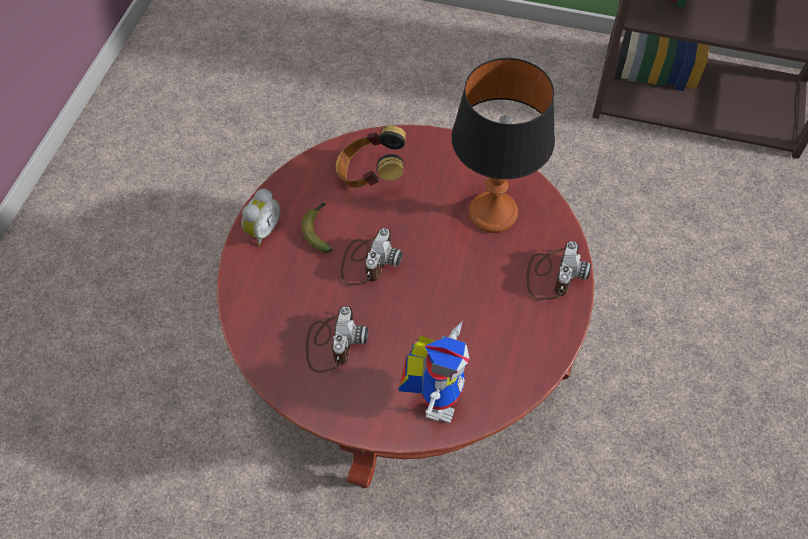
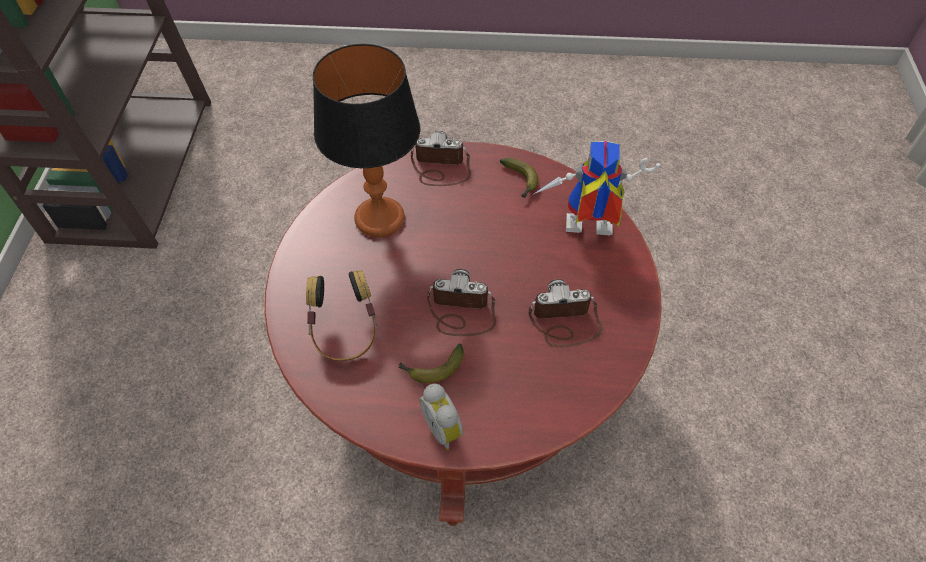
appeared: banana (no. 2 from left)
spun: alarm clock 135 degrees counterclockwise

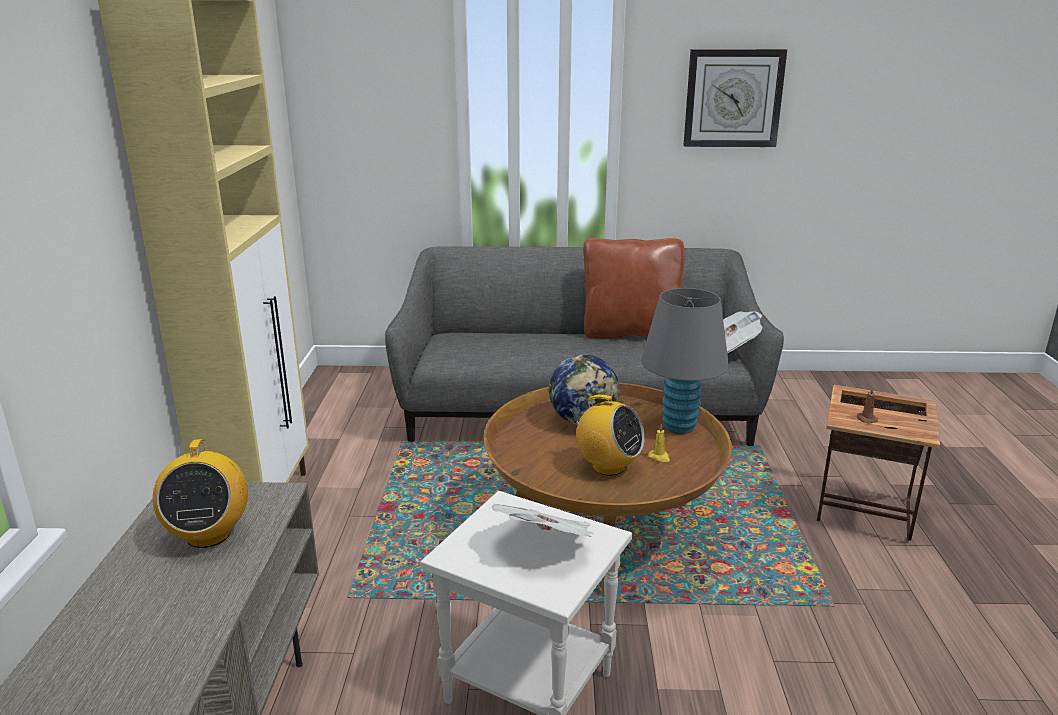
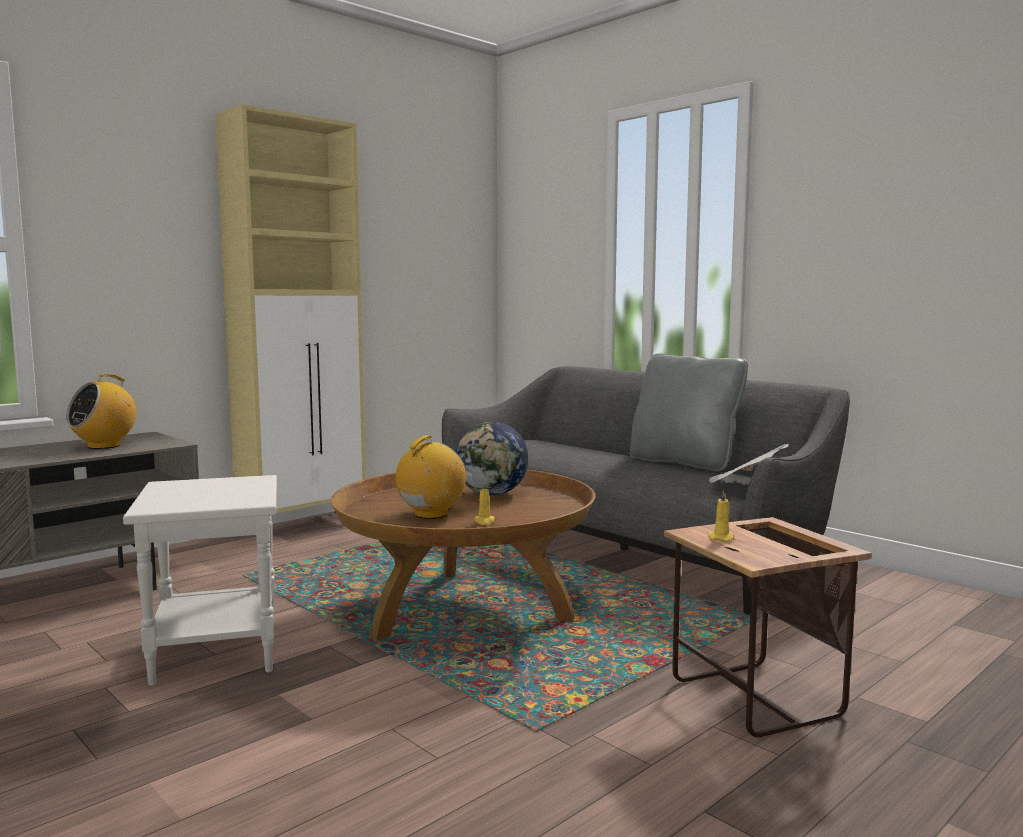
missing: wall clock; grey table lamp; newspaper (no. 1 from left)
colour: brown pillow to grey pillow; brown candle to yellow candle (no. 2 from left)
spun: radio (no. 2 from left) 135 degrees counterclockwise

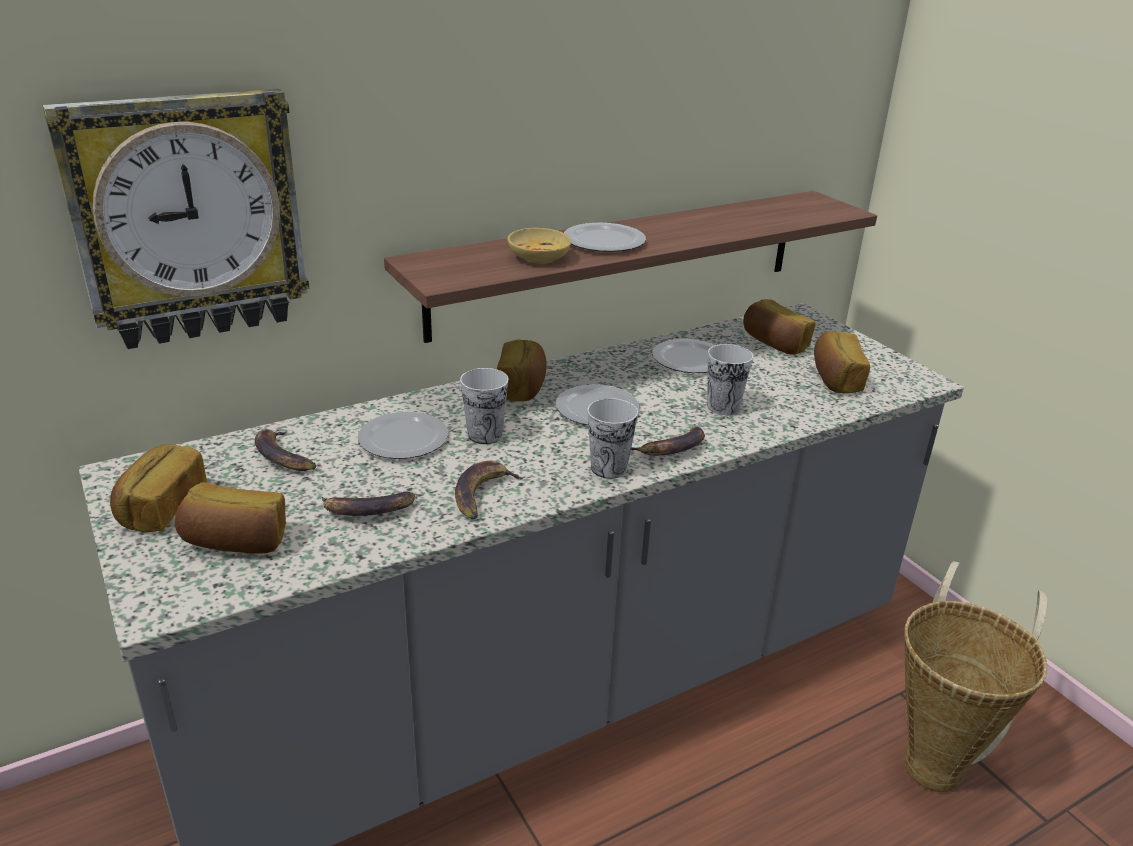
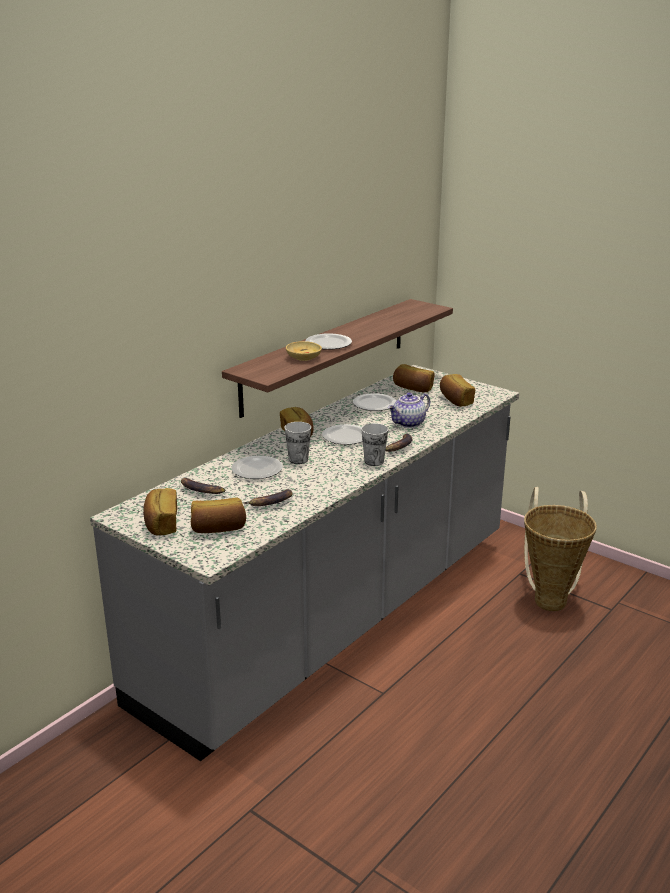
missing: wall clock; banana (no. 3 from left)
exchanged: cup (no. 3 from left) to teapot

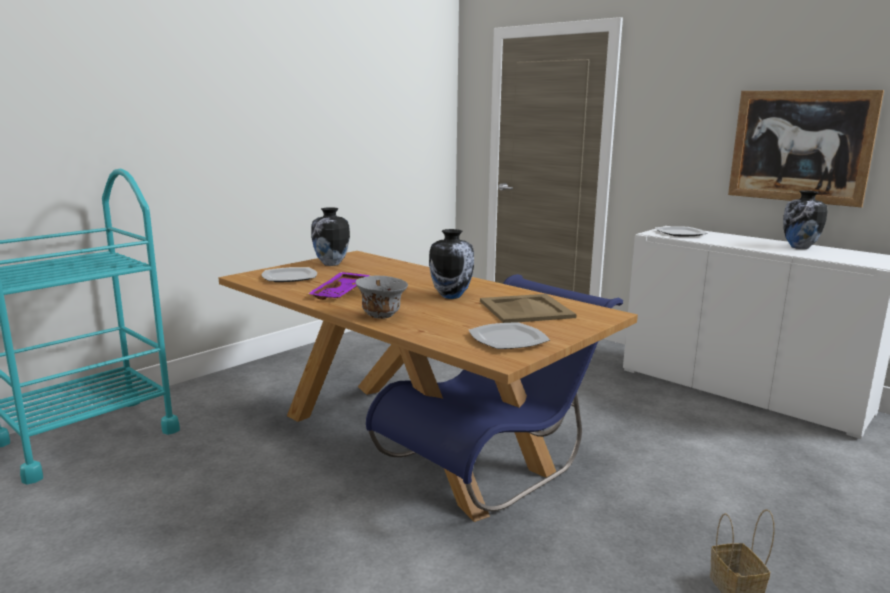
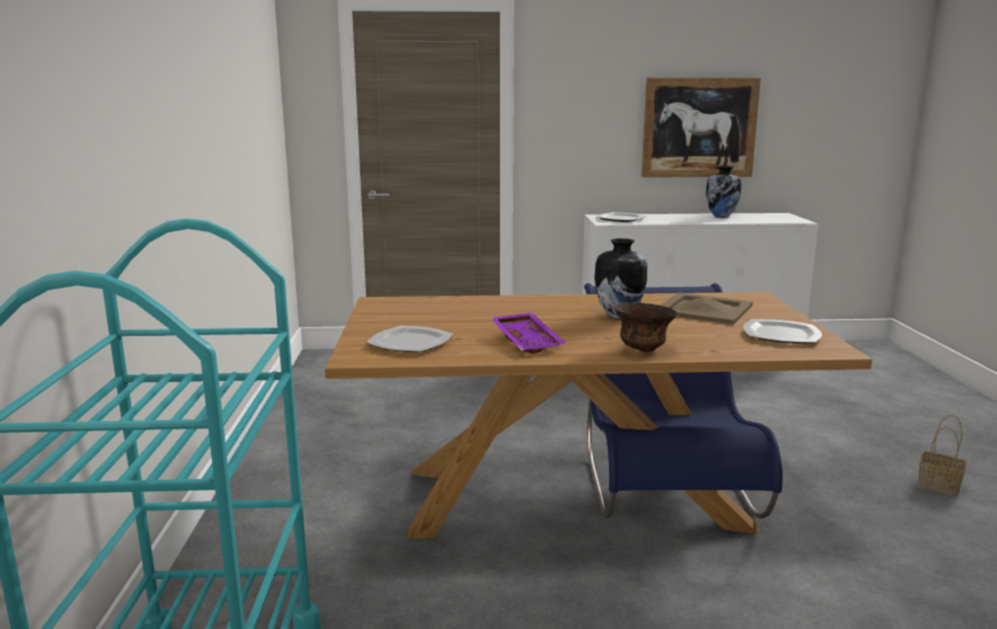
missing: vase (no. 1 from left)
colour: grey bowl to brown bowl

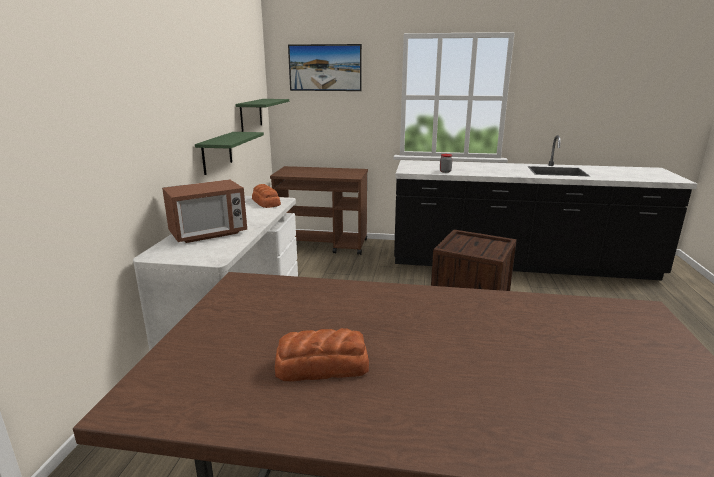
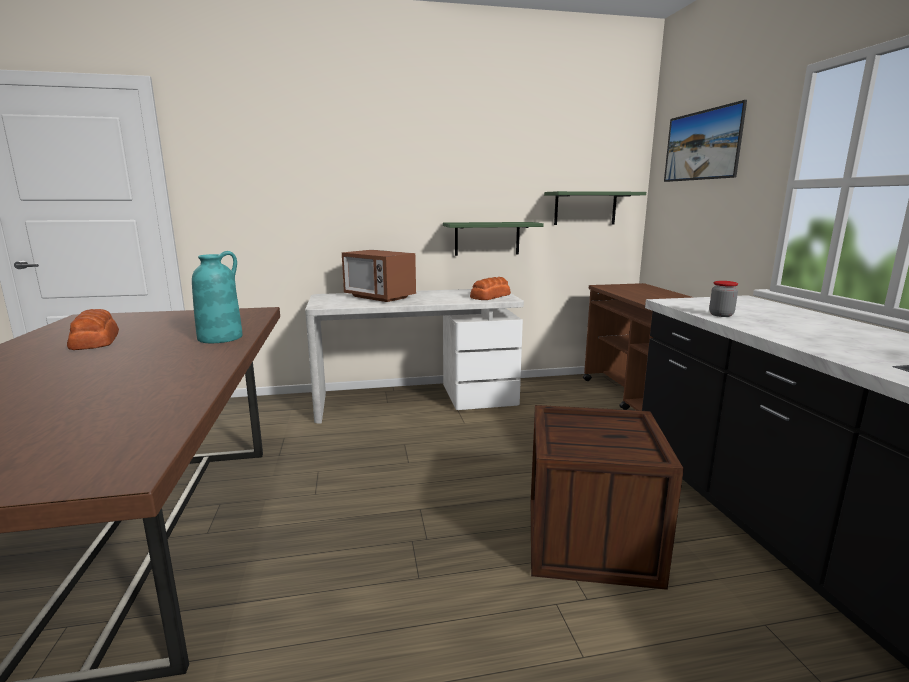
appeared: turquoise vase

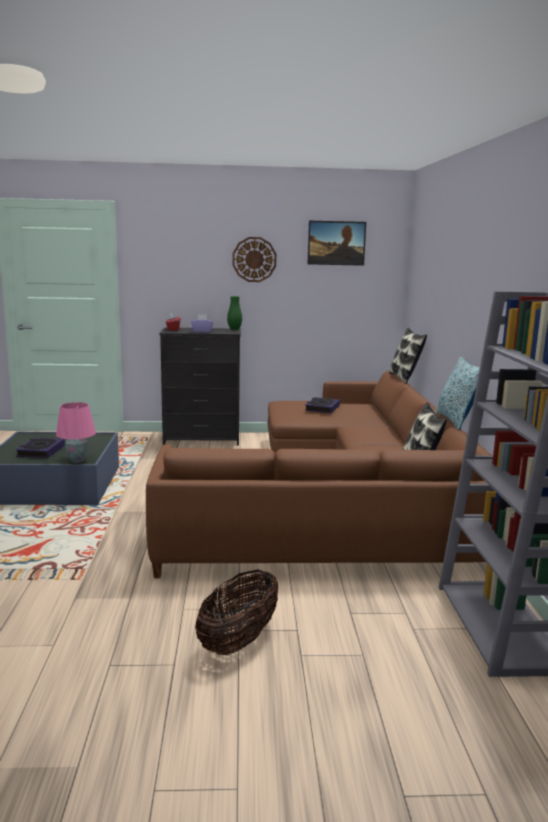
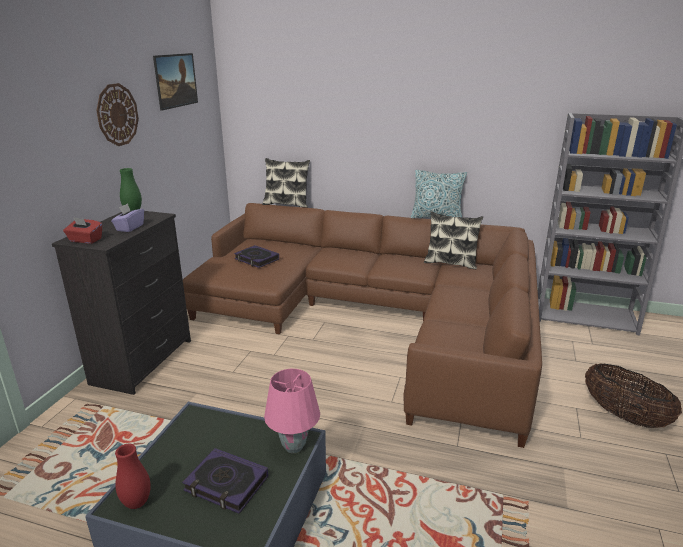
appeared: red vase

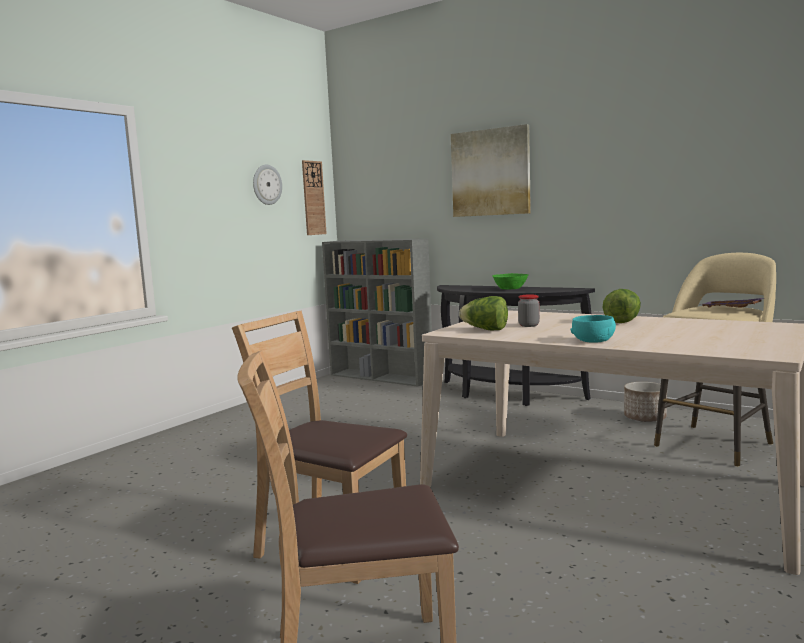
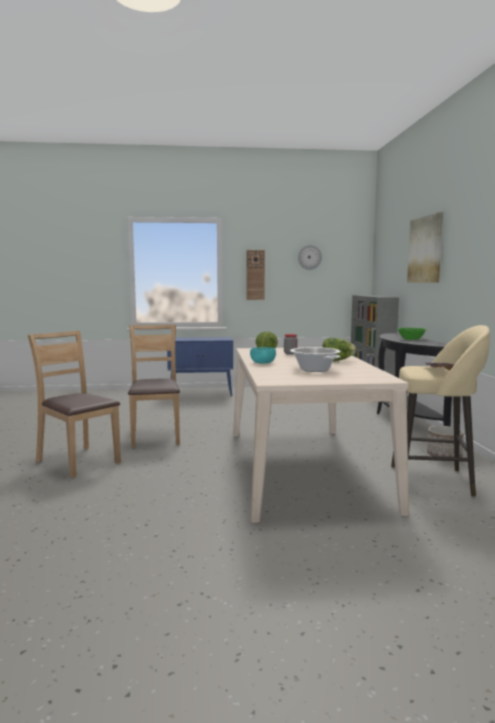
appeared: blue cabinet; cooking pot
relocated: wall clock (no. 2 from left in the first image) to wall clock (no. 1 from left)

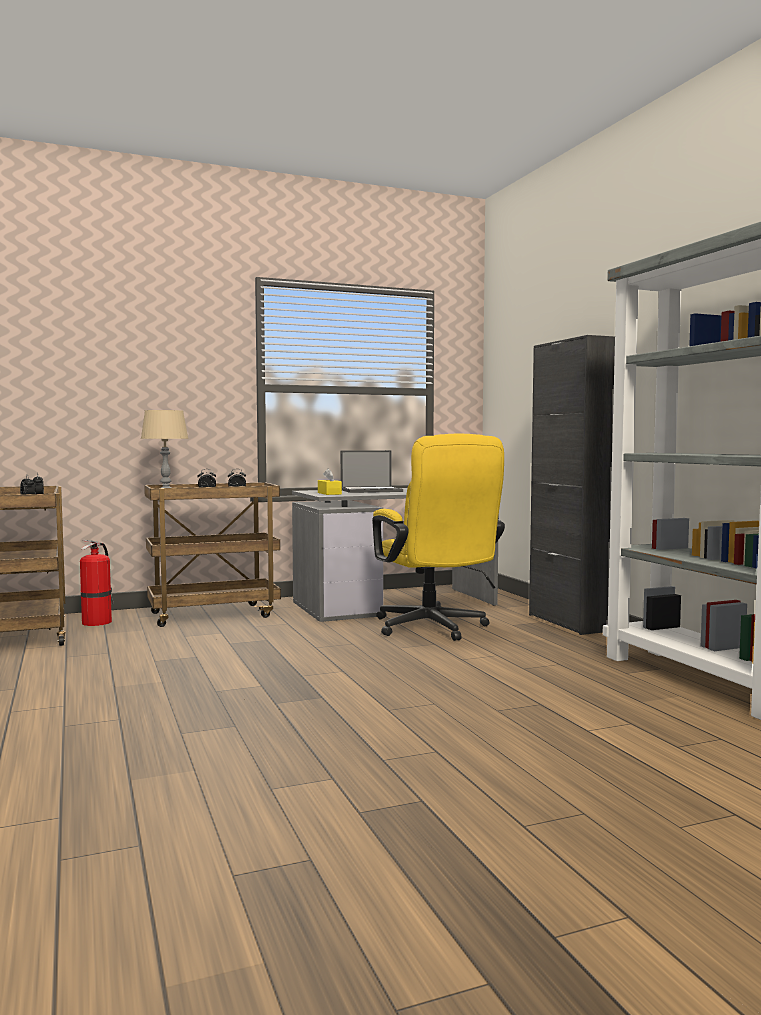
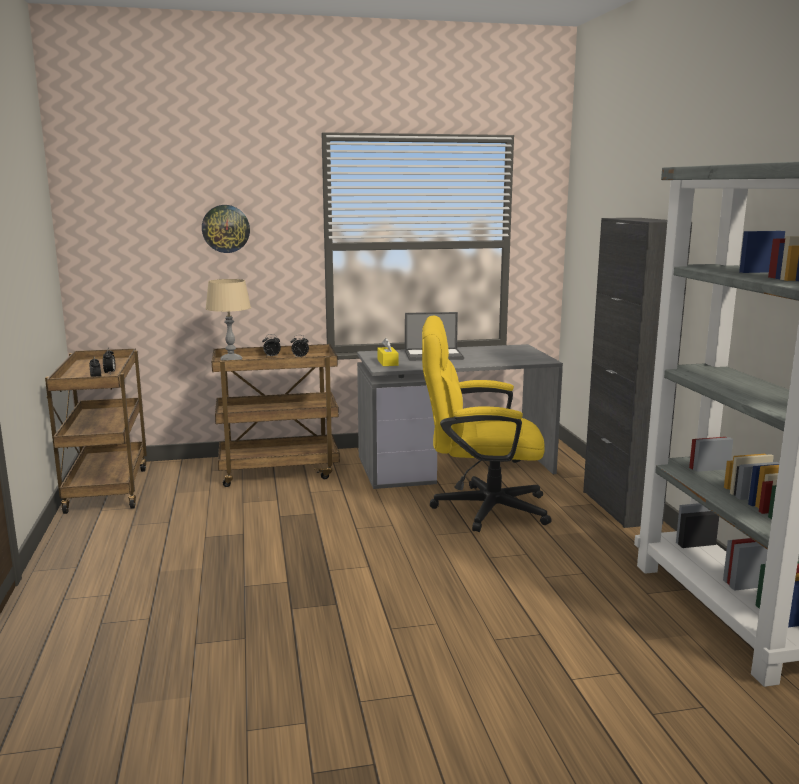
missing: fire extinguisher
appeared: wall clock
spun: yellow office chair 105 degrees clockwise

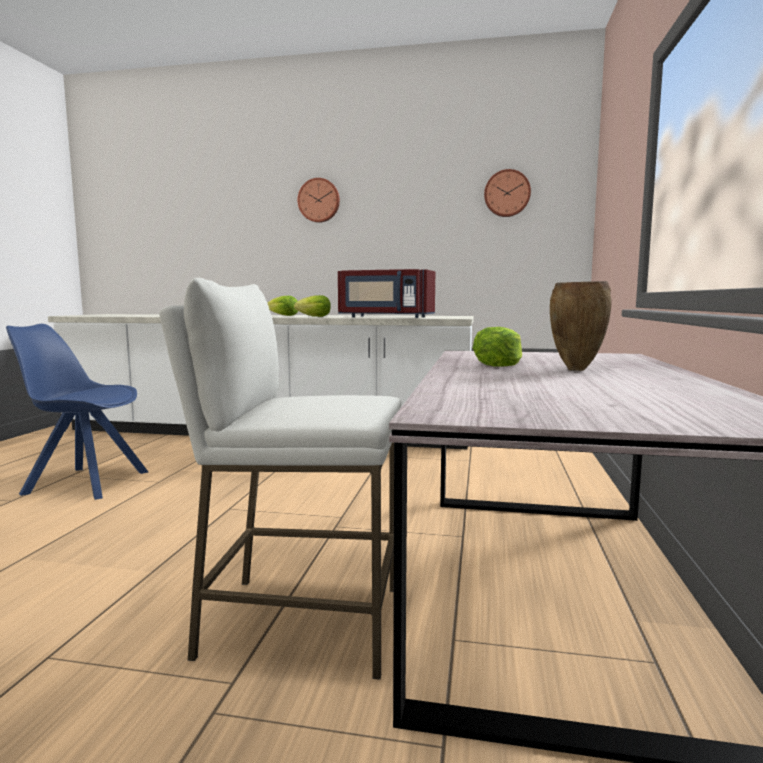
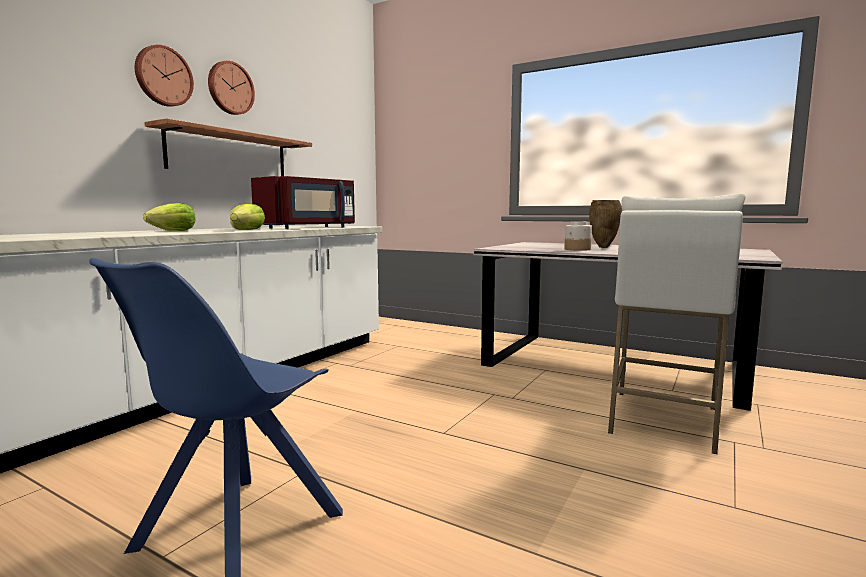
appeared: shelf
relocated: wall clock (no. 2 from left)
exchanged: lettuce (no. 3 from left) to jar

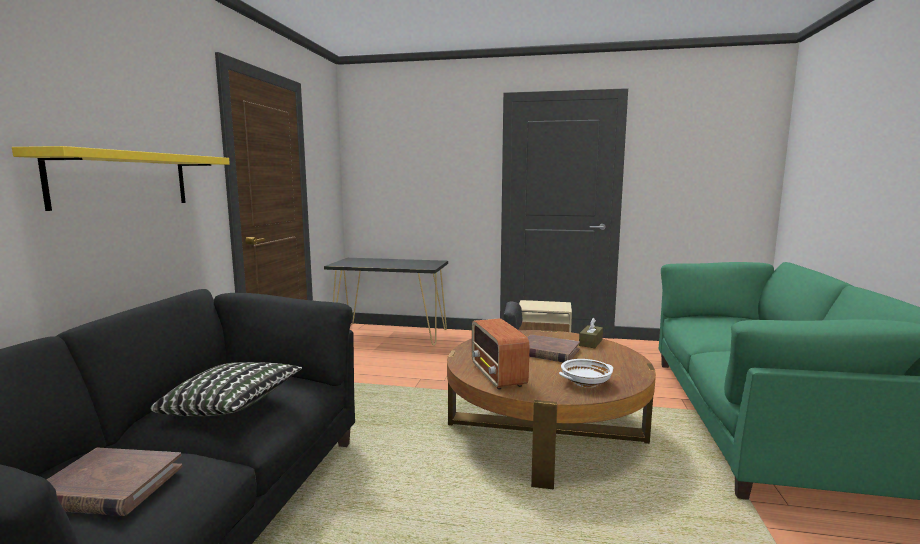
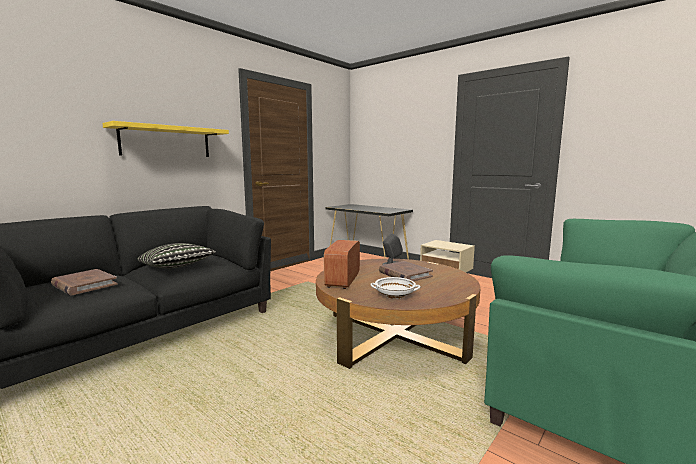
missing: brown tissue box

